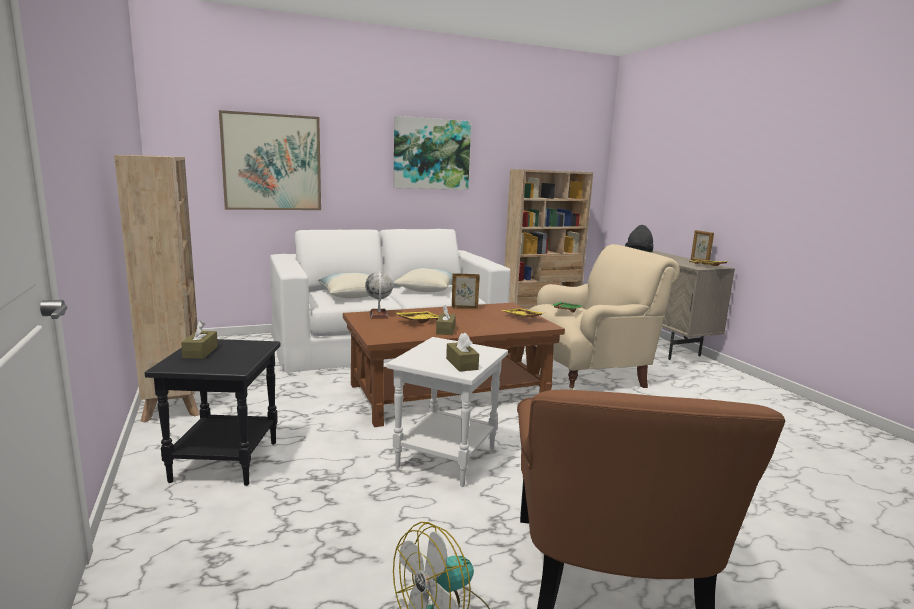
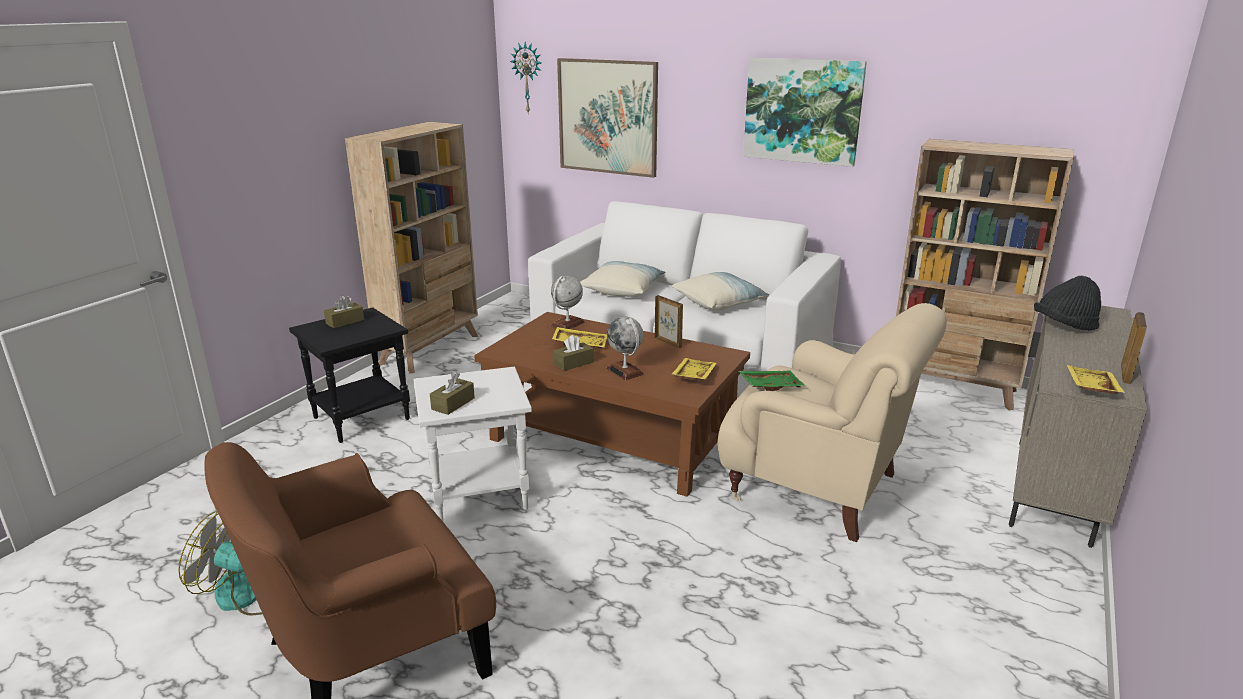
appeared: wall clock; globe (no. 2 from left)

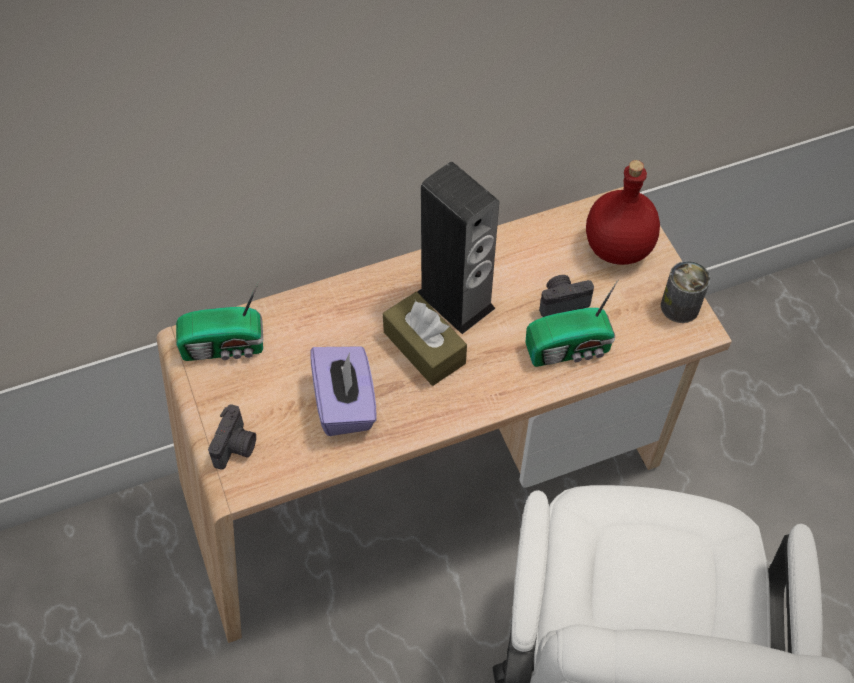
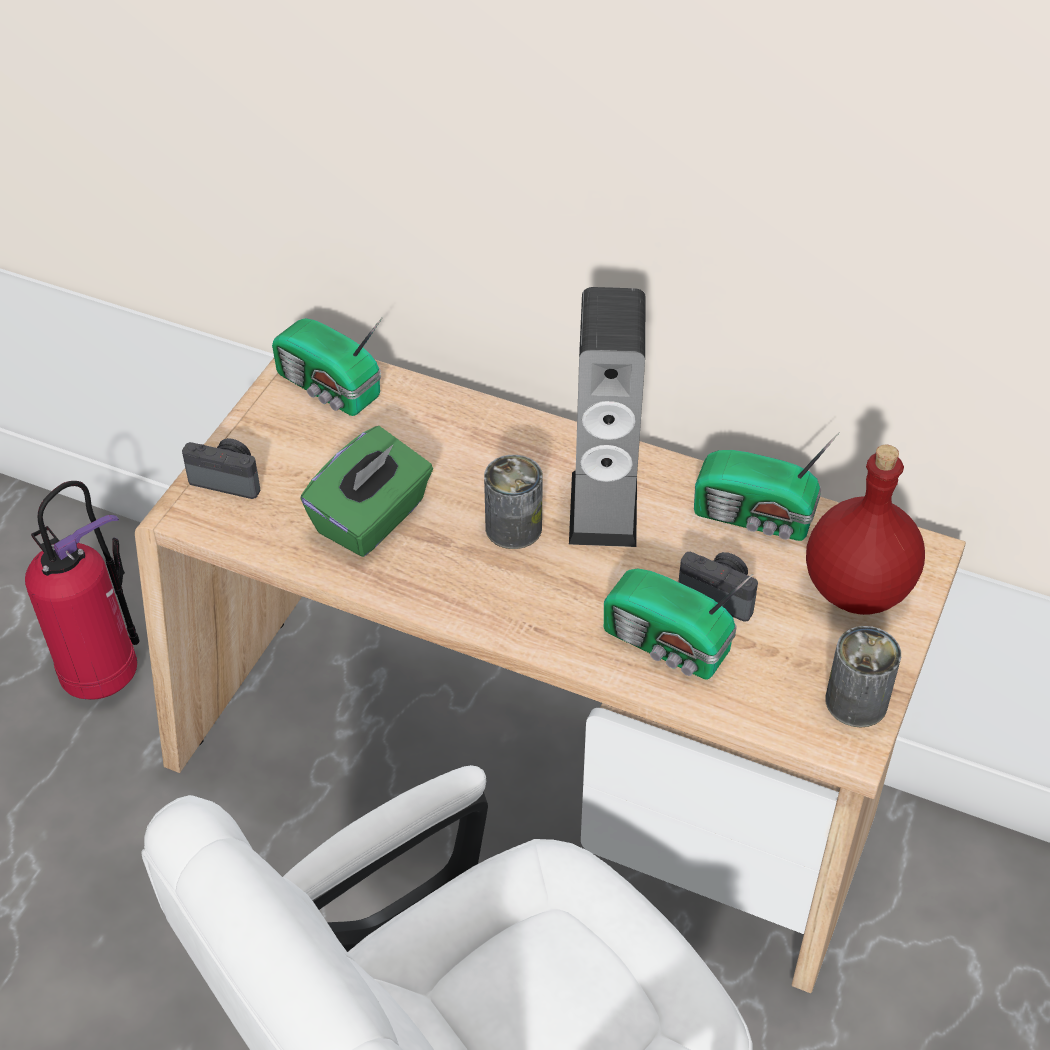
appeared: radio (no. 3 from left); fire extinguisher
exchanged: brown tissue box to can (no. 1 from left)
colour: purple tissue box to green tissue box
spun: photo camera (no. 1 from left) 135 degrees counterclockwise

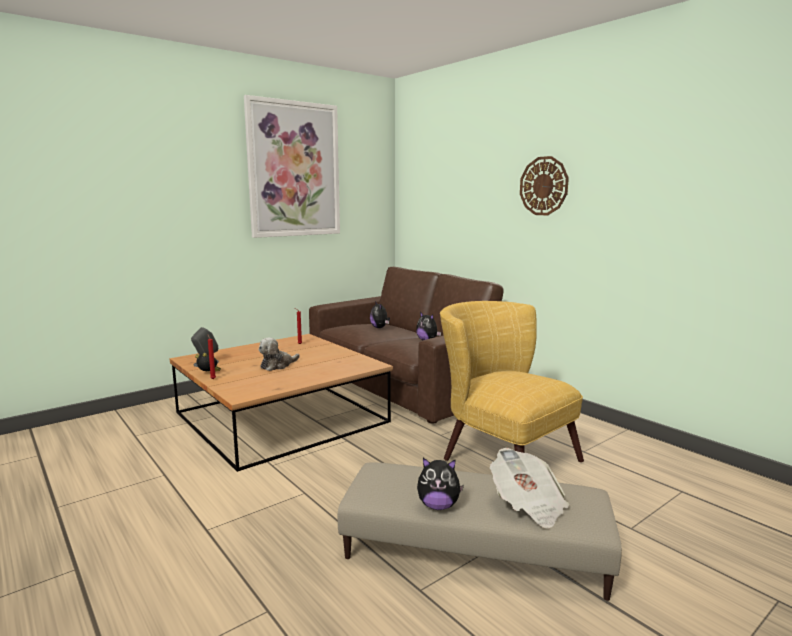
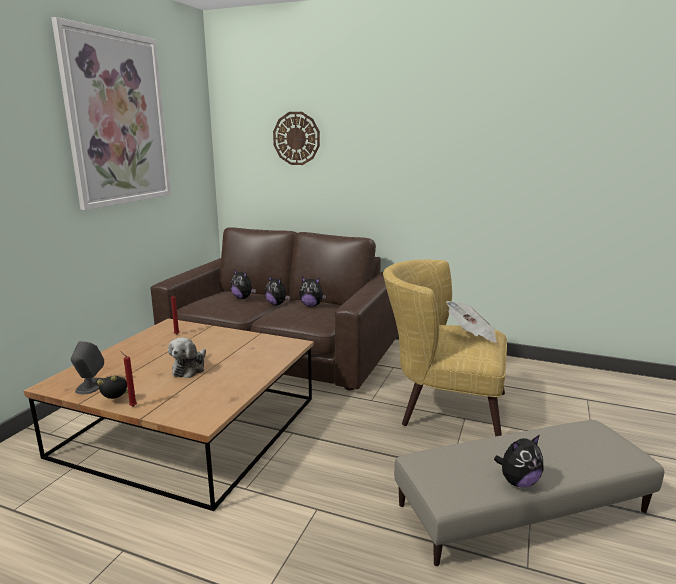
appeared: plush toy (no. 3 from left)
relocated: wall clock; newspaper

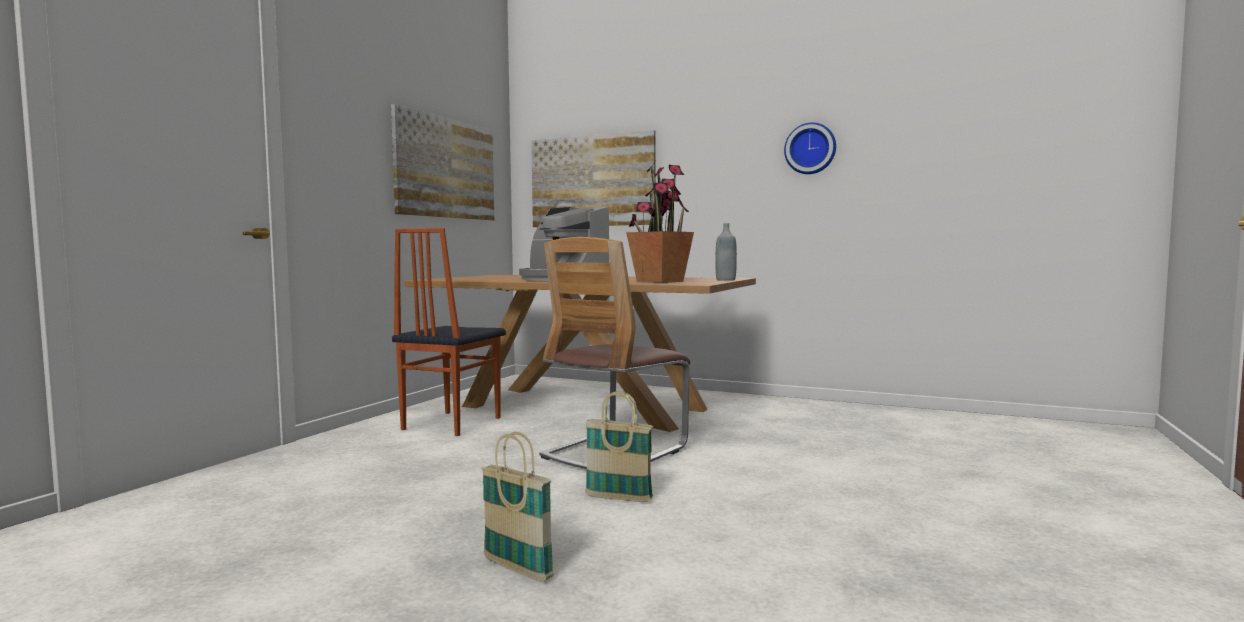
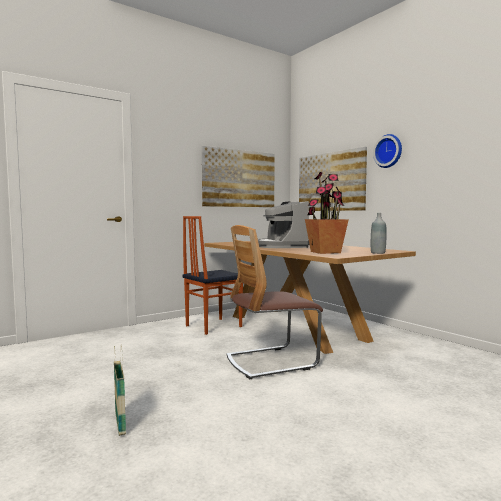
missing: basket (no. 2 from left)
relocated: wall clock

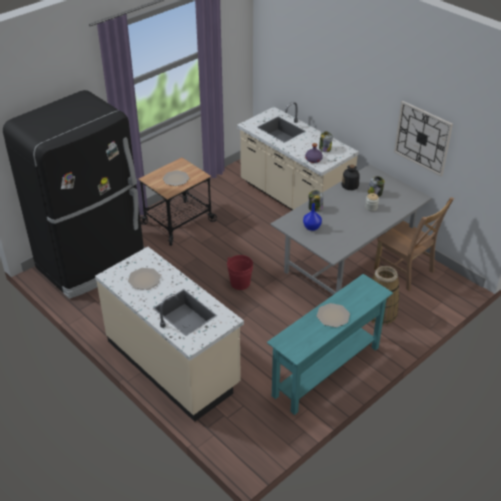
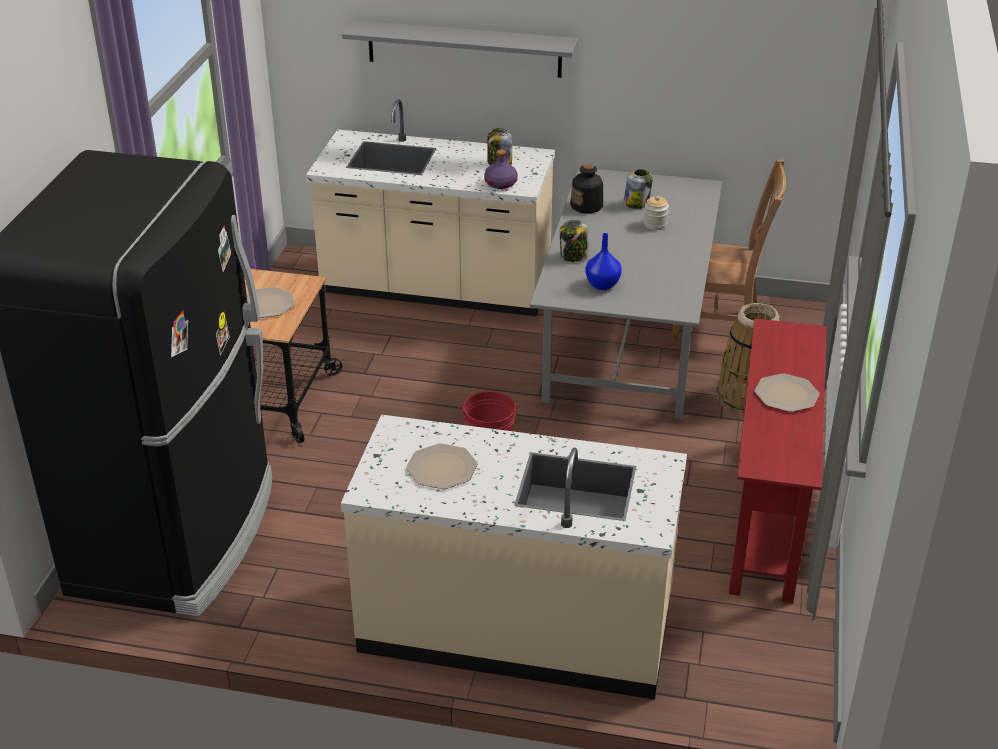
missing: wall clock
appeared: grey shelf
colour: turquoise console table to red console table

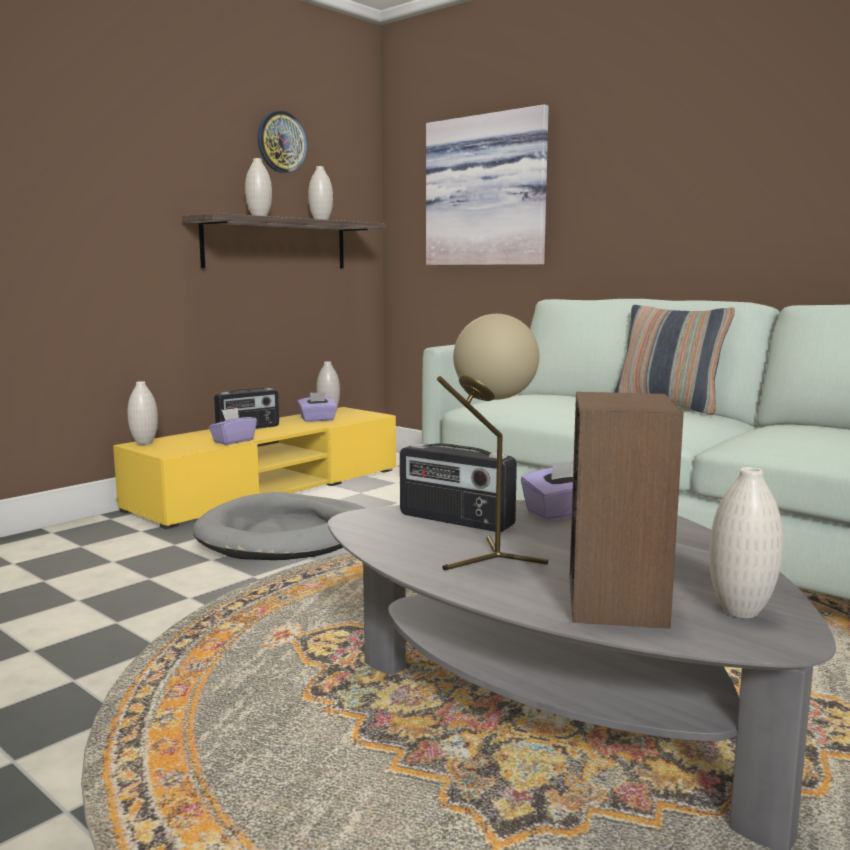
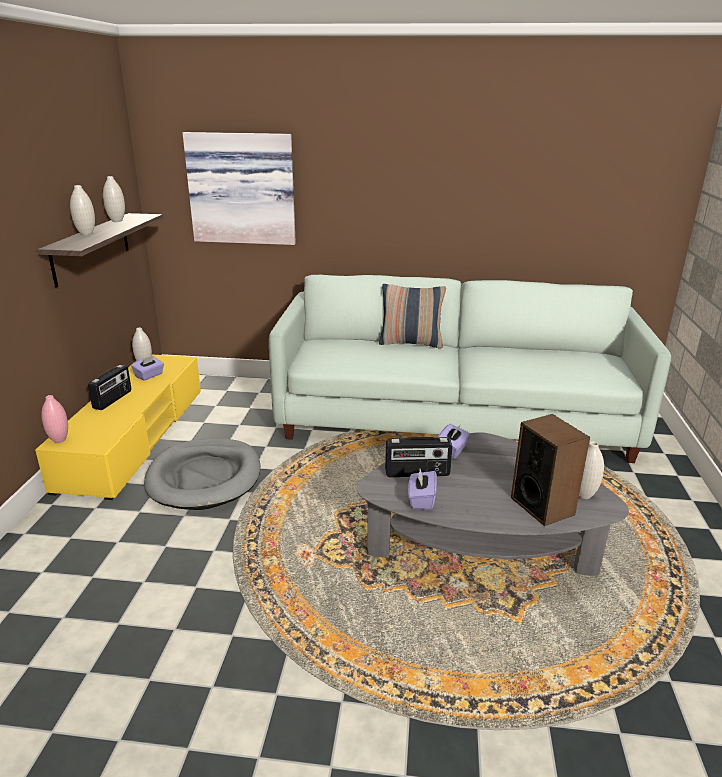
missing: wall clock; beige table lamp
relocated: purple tissue box (no. 1 from left in the first image) to purple tissue box (no. 2 from left)
colour: white vase (no. 1 from left) to pink vase

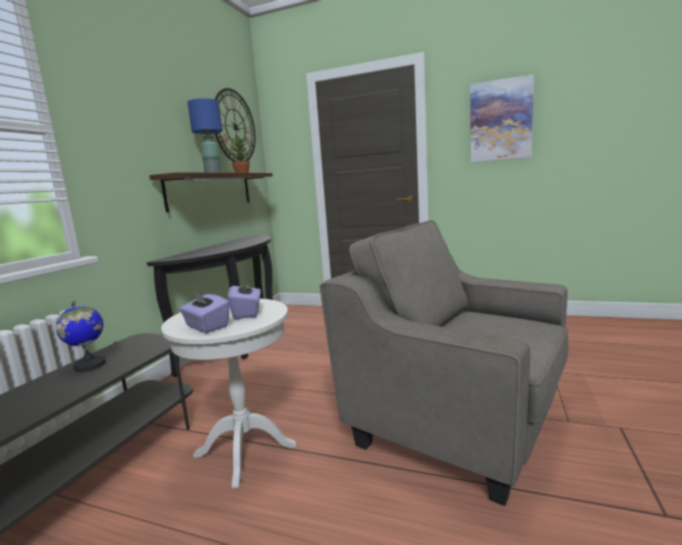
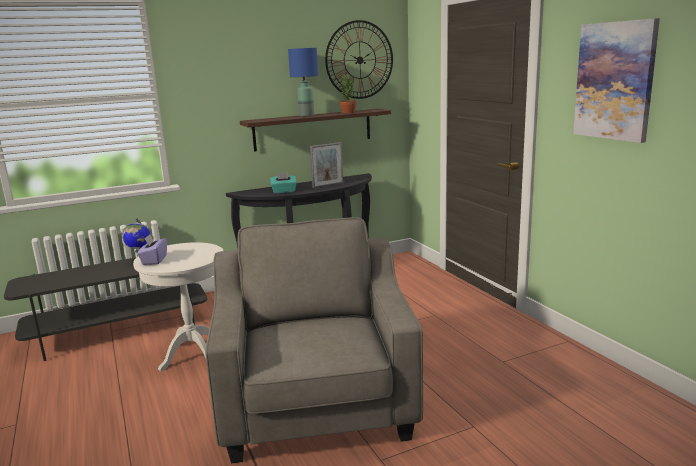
missing: purple tissue box (no. 2 from left)
appeared: picture frame; turquoise tissue box

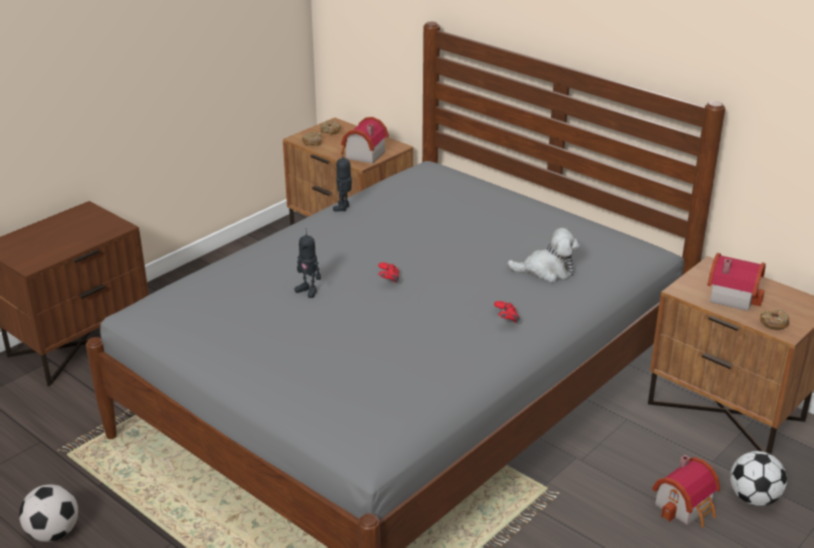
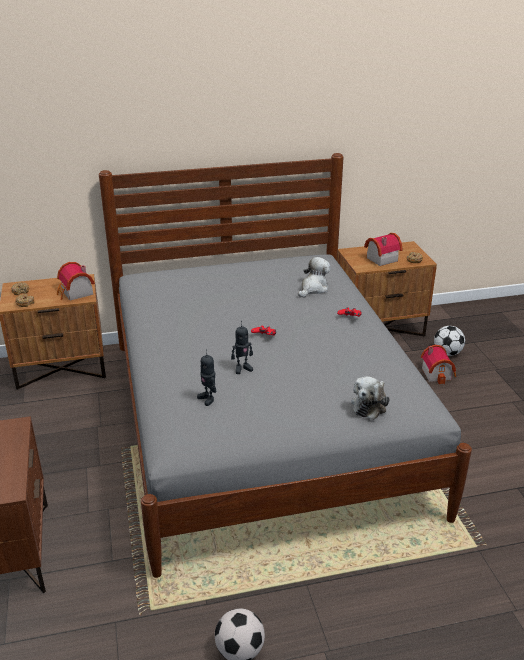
appeared: plush toy (no. 2 from left)
relocated: toy robot (no. 2 from left in the first image) to toy robot (no. 1 from left)

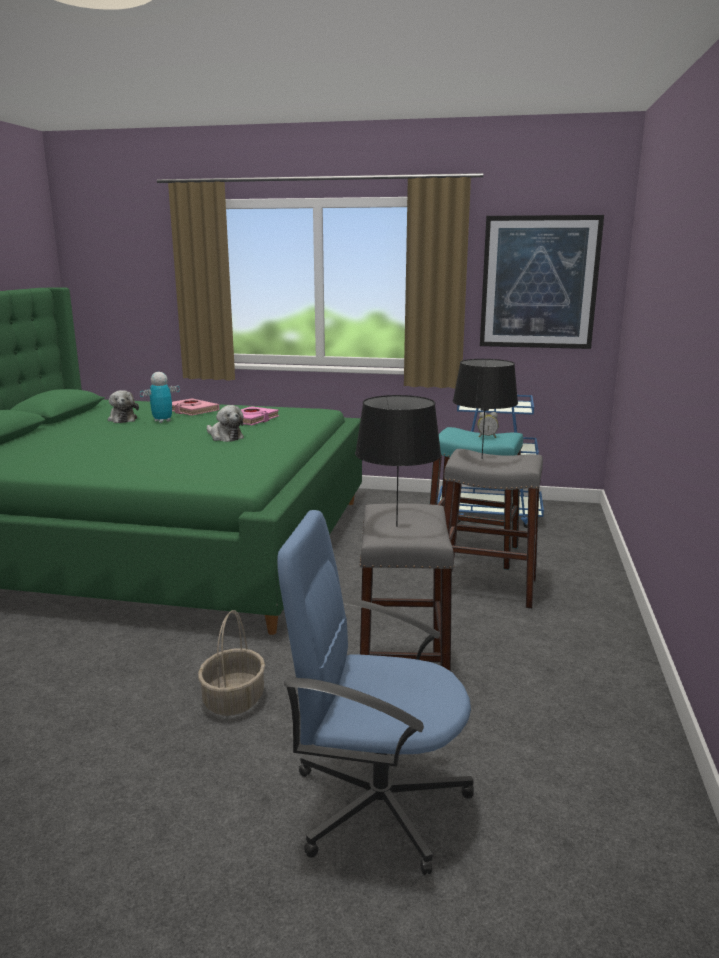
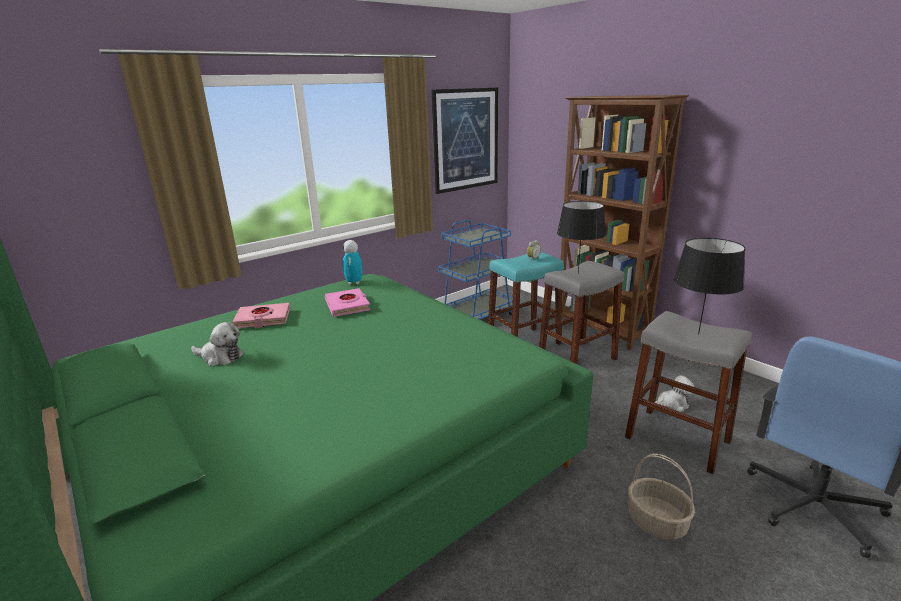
appeared: brown bookcase
relocated: toy robot; plush toy (no. 2 from left)

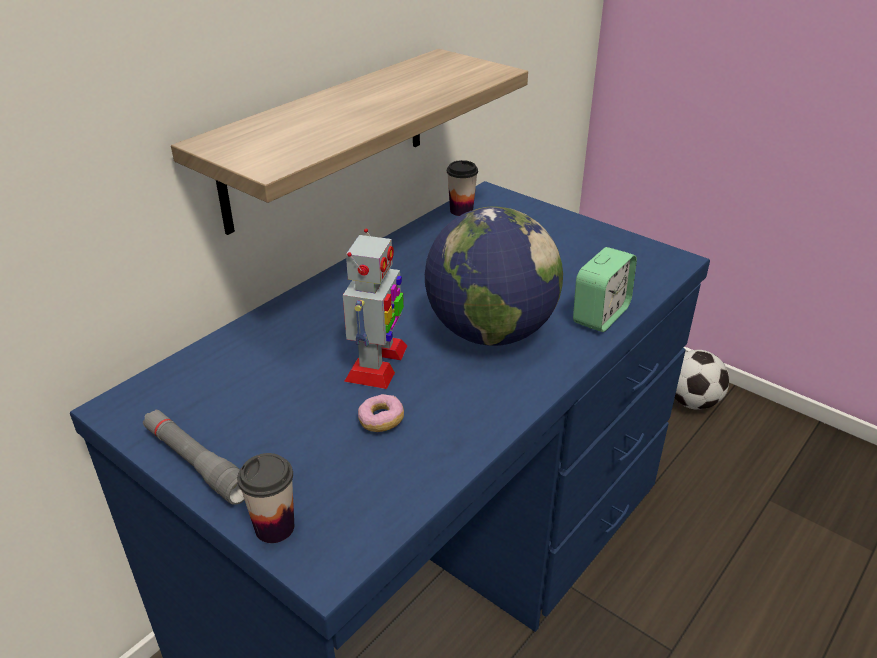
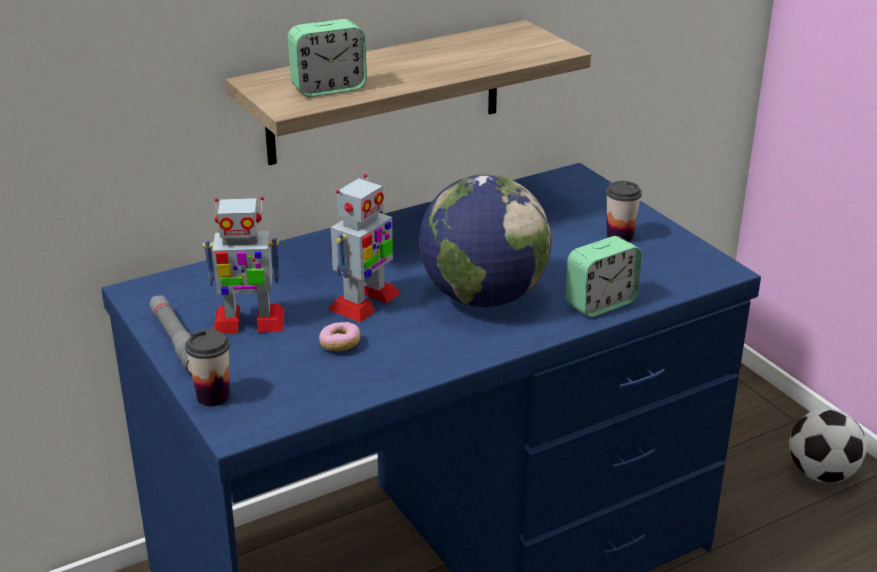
appeared: alarm clock (no. 1 from left); toy robot (no. 1 from left)
relocated: cup (no. 2 from left)

